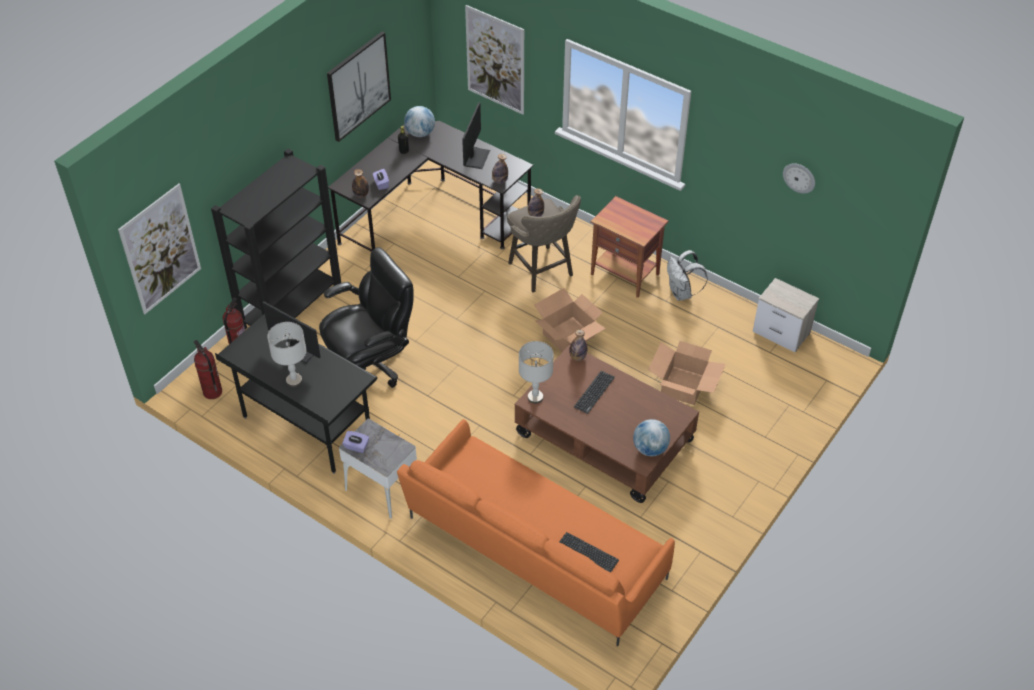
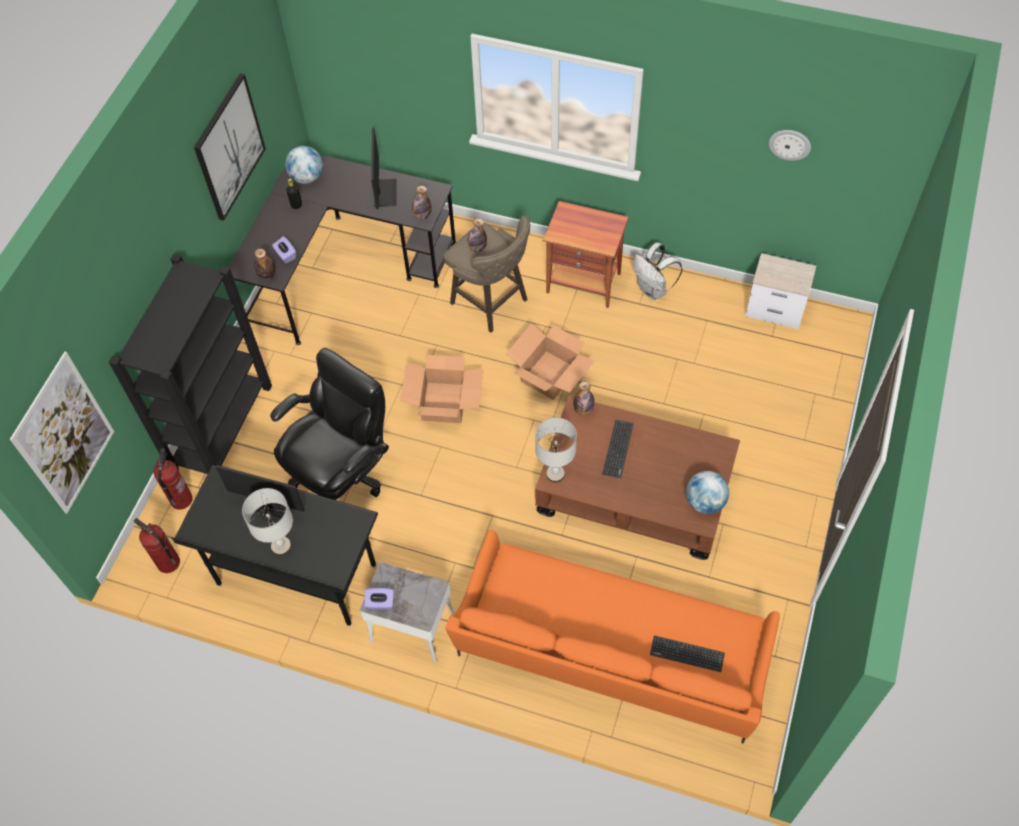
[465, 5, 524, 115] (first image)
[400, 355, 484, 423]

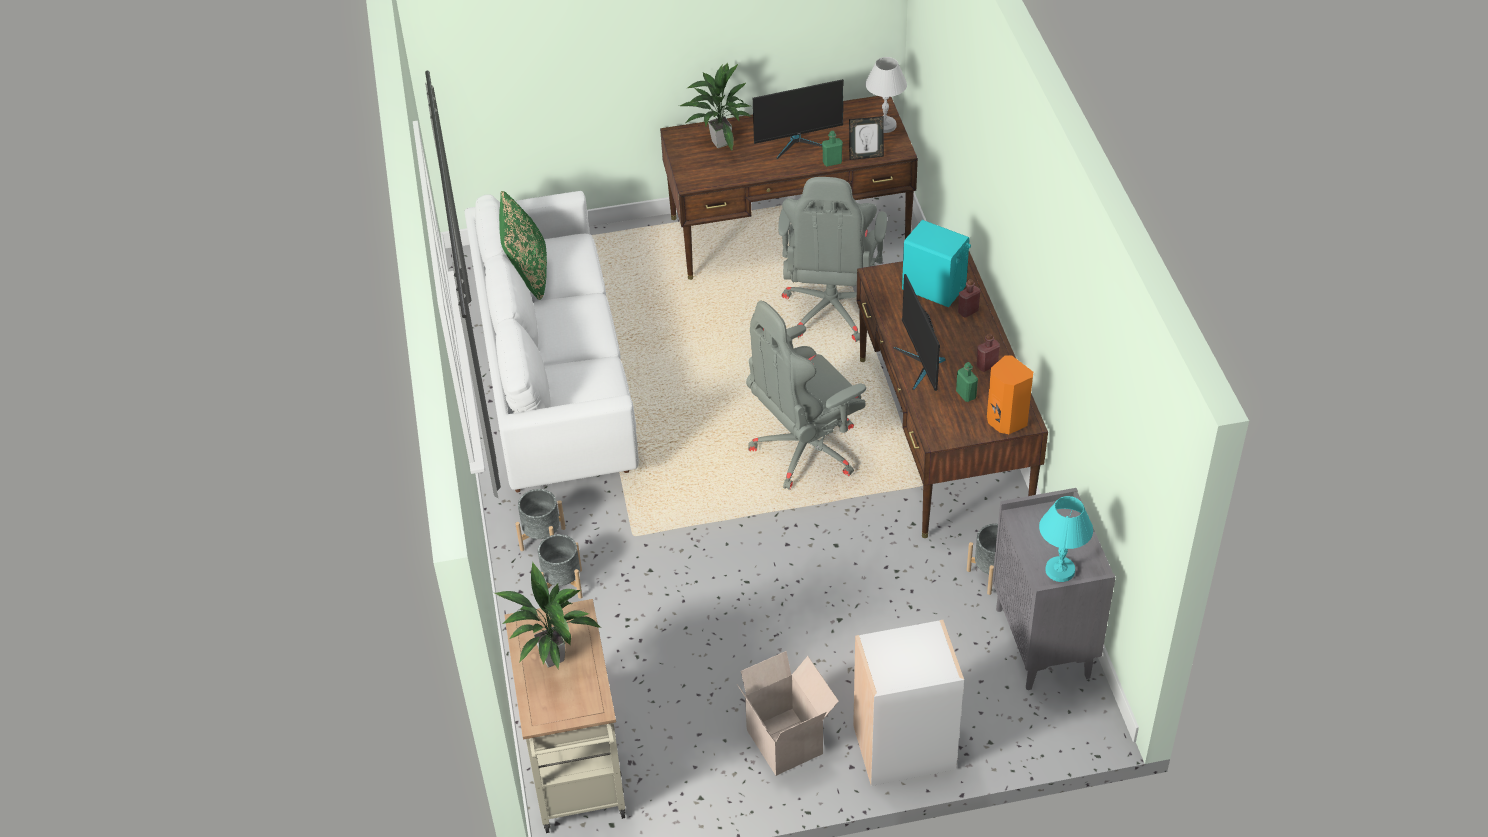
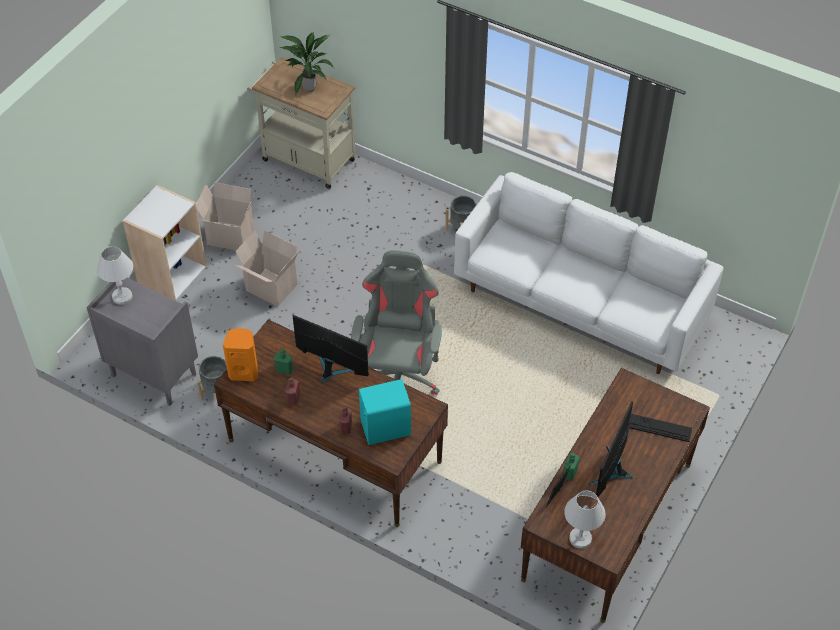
[629, 414, 692, 442]
[778, 177, 887, 342] (first image)
[499, 191, 547, 300] (first image)
[97, 246, 133, 305]
[538, 534, 582, 599] (first image)
[234, 230, 298, 307]

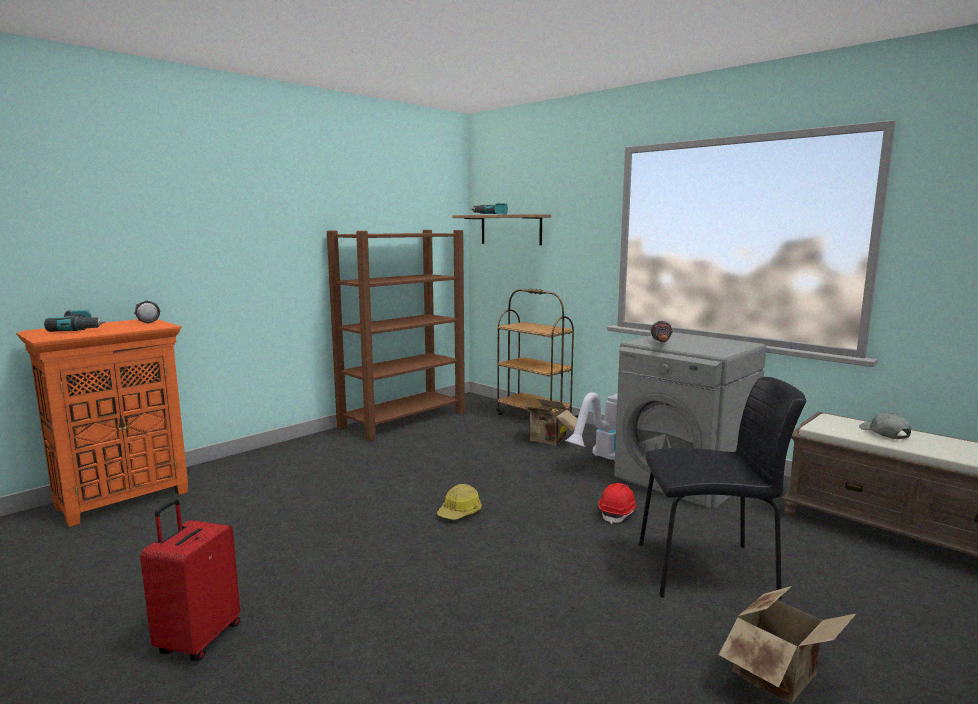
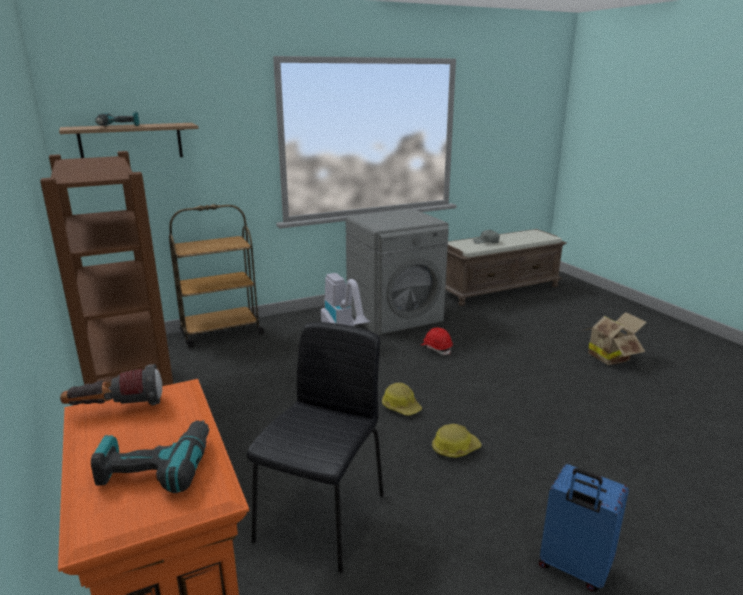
[650, 321, 673, 342] (first image)
[246, 322, 384, 573]
[518, 399, 577, 445] (first image)
[539, 464, 629, 591]
[432, 424, 482, 458]

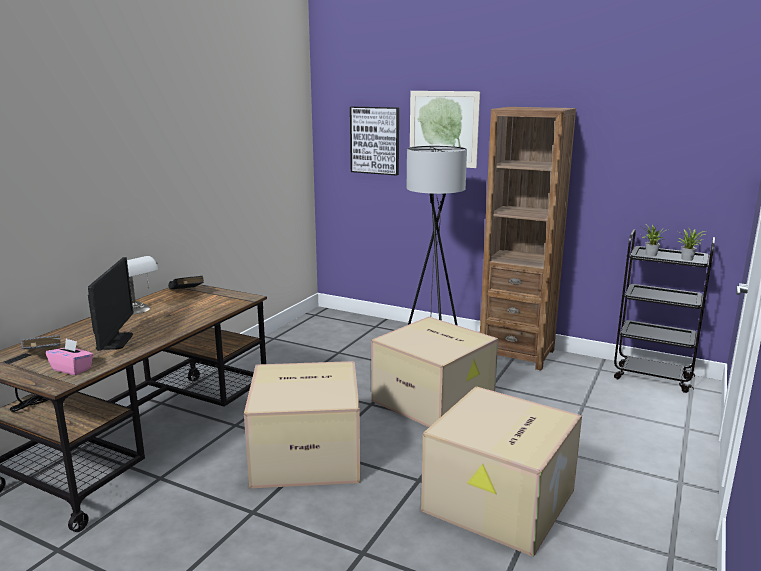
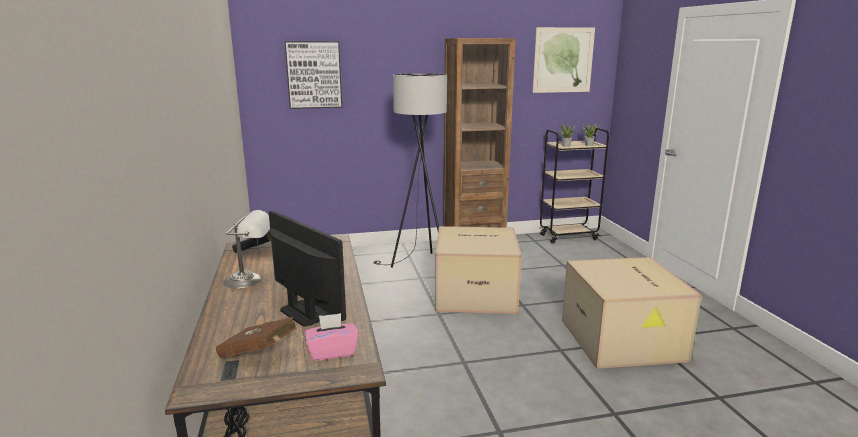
[532, 27, 595, 93]
[540, 128, 609, 244]
[216, 317, 297, 358]
[244, 361, 360, 488] (first image)

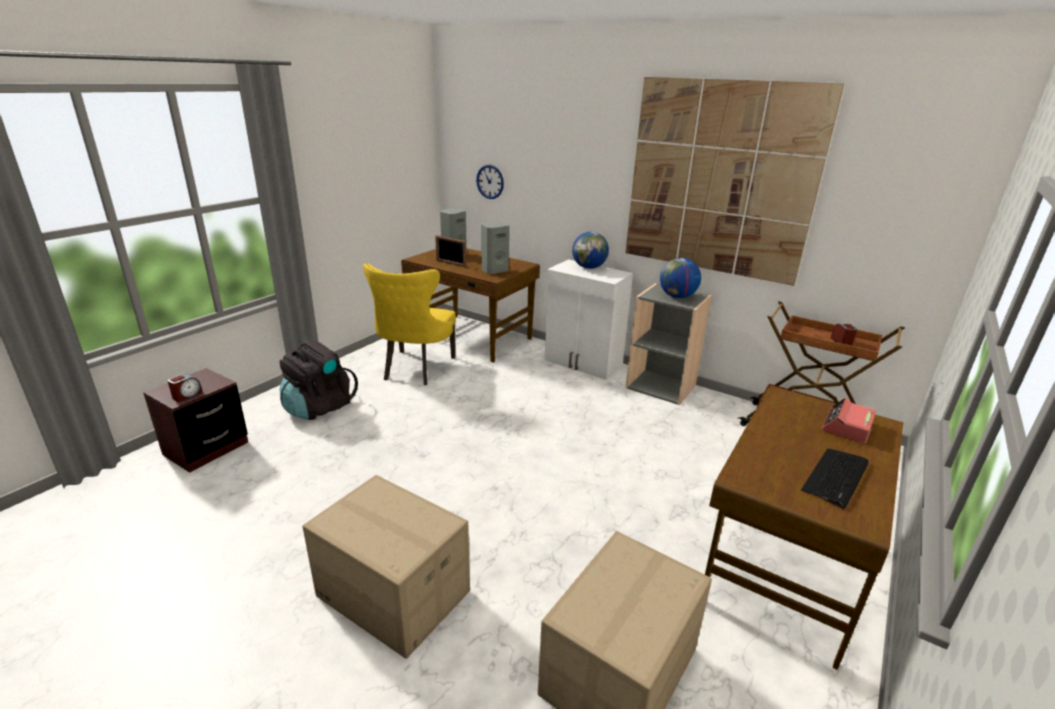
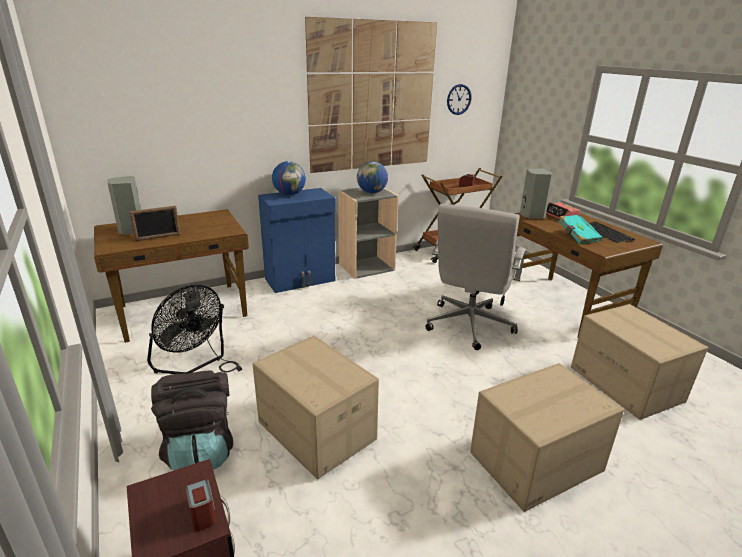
[447, 84, 471, 115]
[520, 168, 554, 219]
[258, 188, 336, 293]
[147, 285, 242, 374]
[425, 204, 526, 350]
[558, 215, 603, 244]
[252, 336, 379, 479]

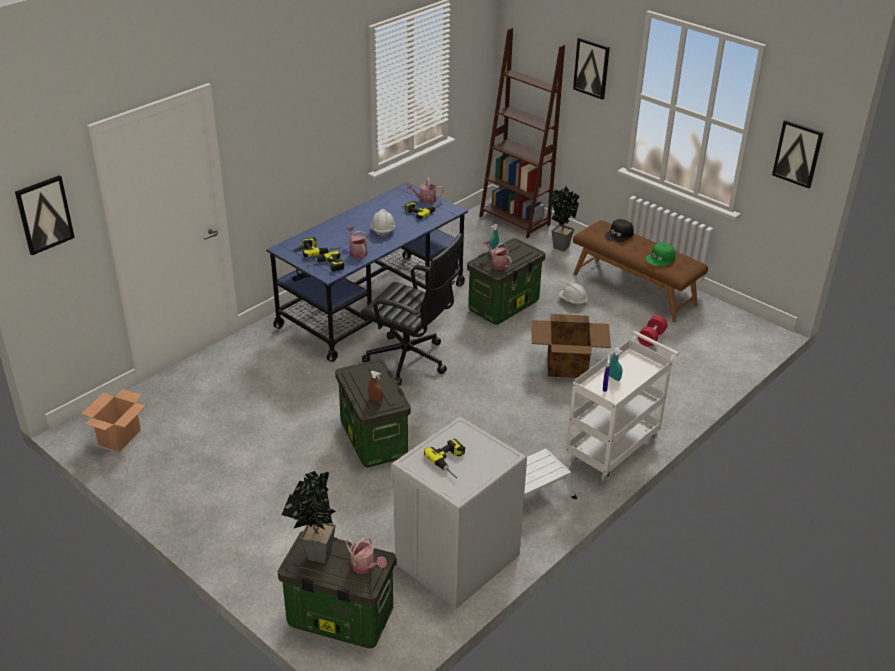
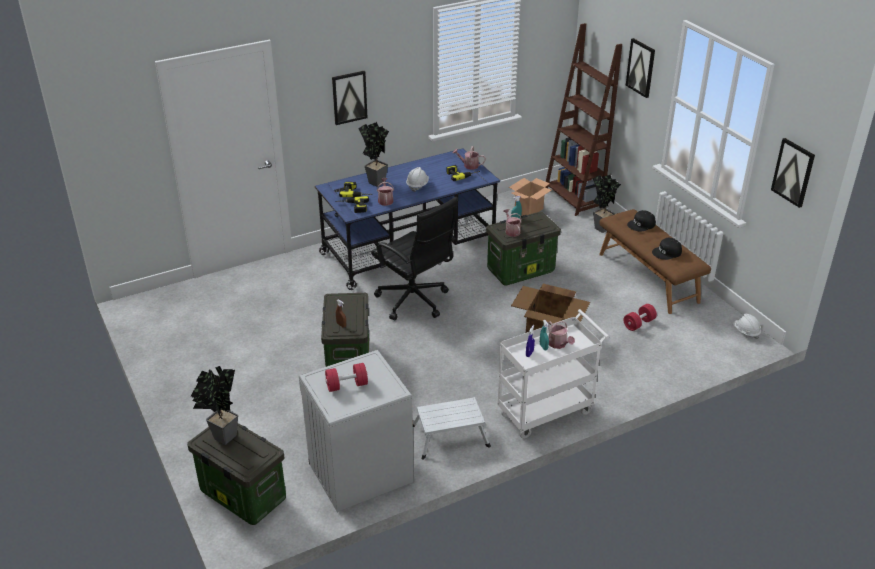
[332, 71, 367, 125]
[652, 238, 682, 260]
[733, 314, 761, 339]
[509, 178, 551, 216]
[325, 363, 368, 392]
[548, 321, 575, 349]
[358, 121, 389, 187]

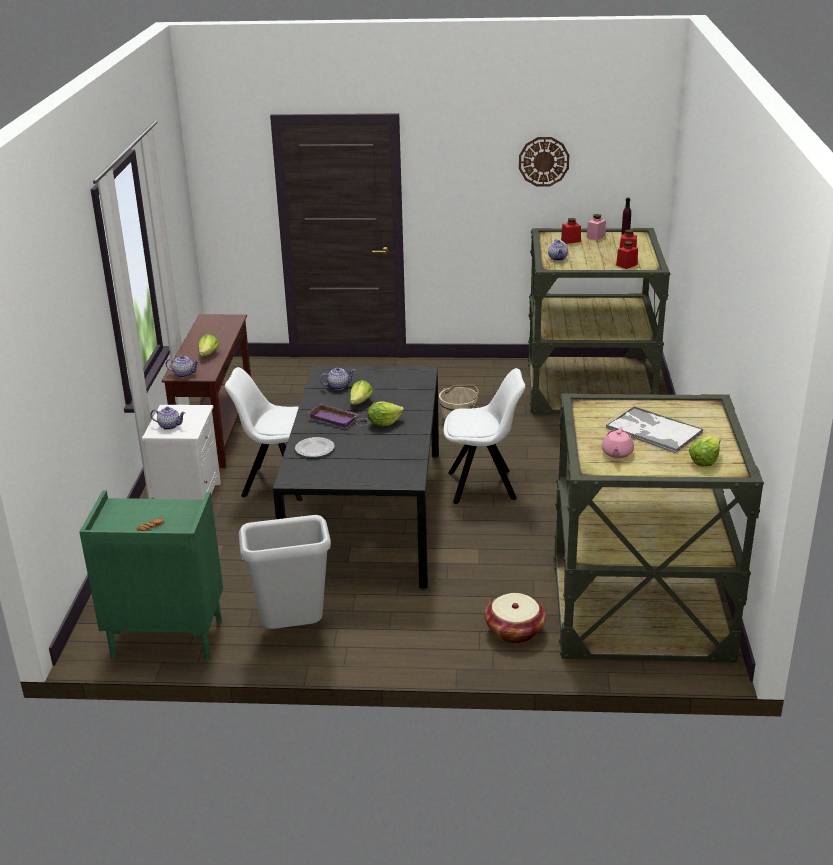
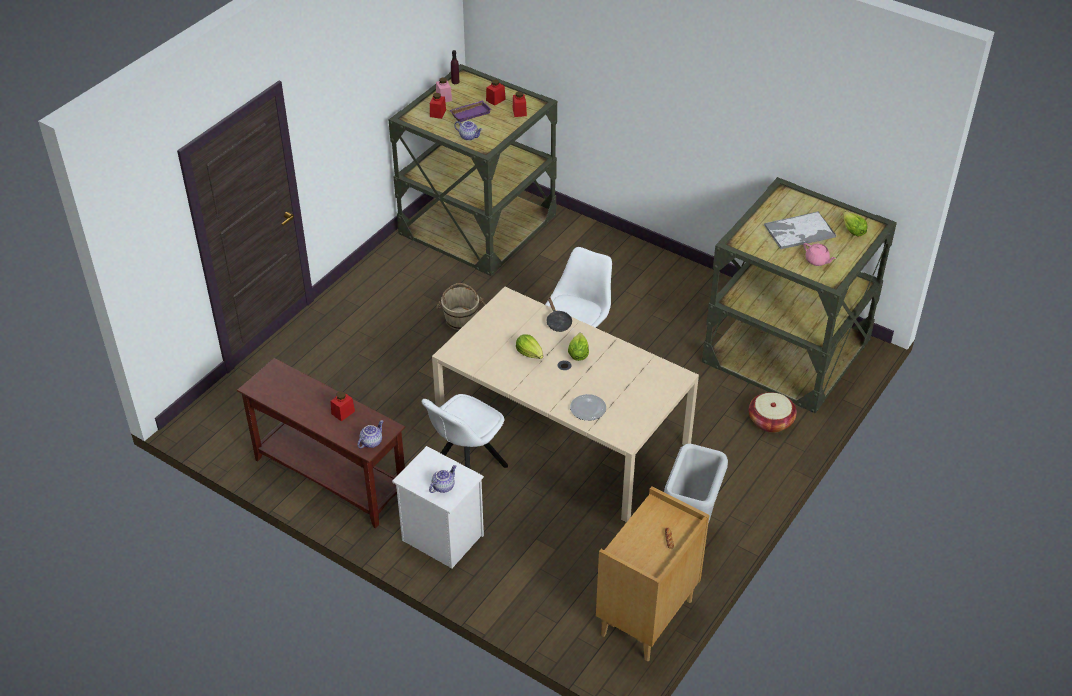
[519, 137, 569, 187] (first image)
[330, 391, 355, 421]
[432, 287, 699, 523]
[320, 367, 355, 390] (first image)
[450, 100, 492, 122]
[596, 486, 709, 661]
[547, 297, 572, 332]

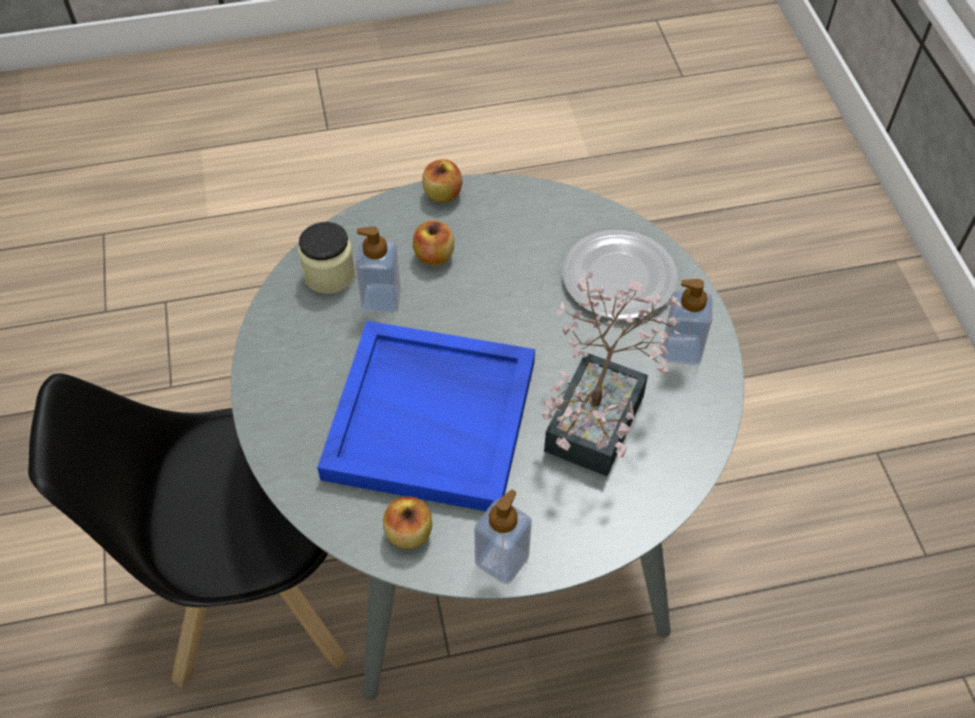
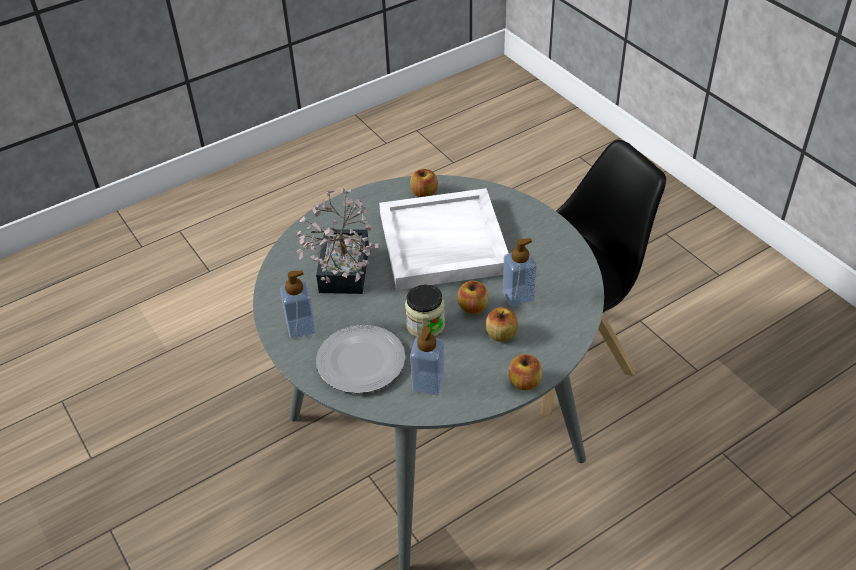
[405, 284, 445, 337]
[379, 188, 508, 290]
[410, 326, 445, 395]
[458, 281, 489, 314]

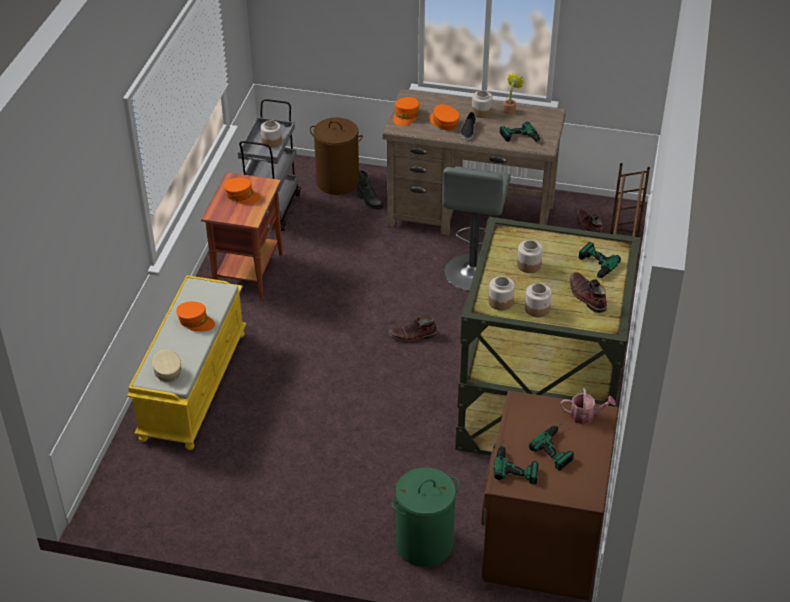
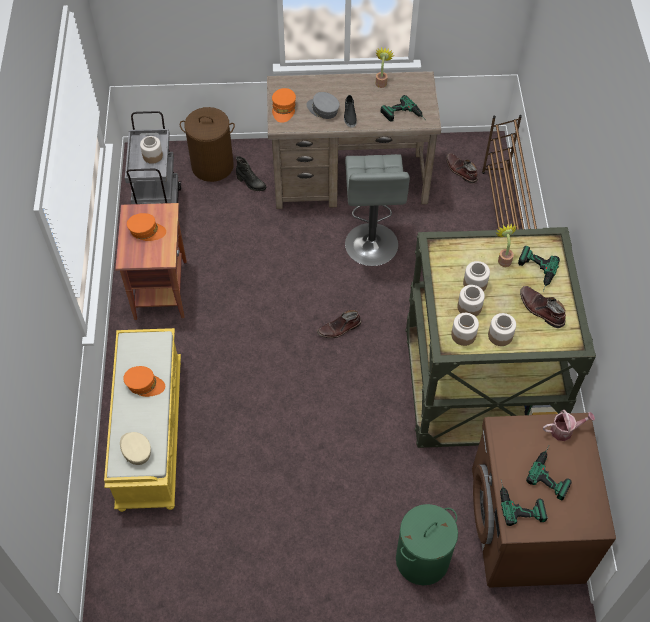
[457, 285, 485, 317]
[307, 92, 340, 119]
[495, 224, 517, 267]

